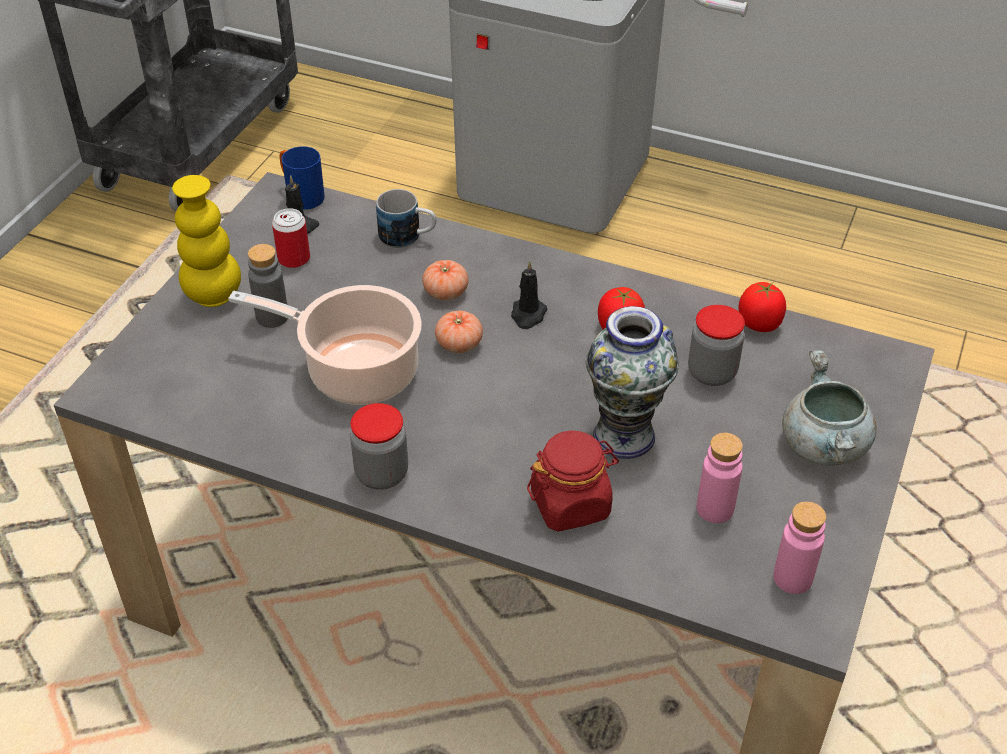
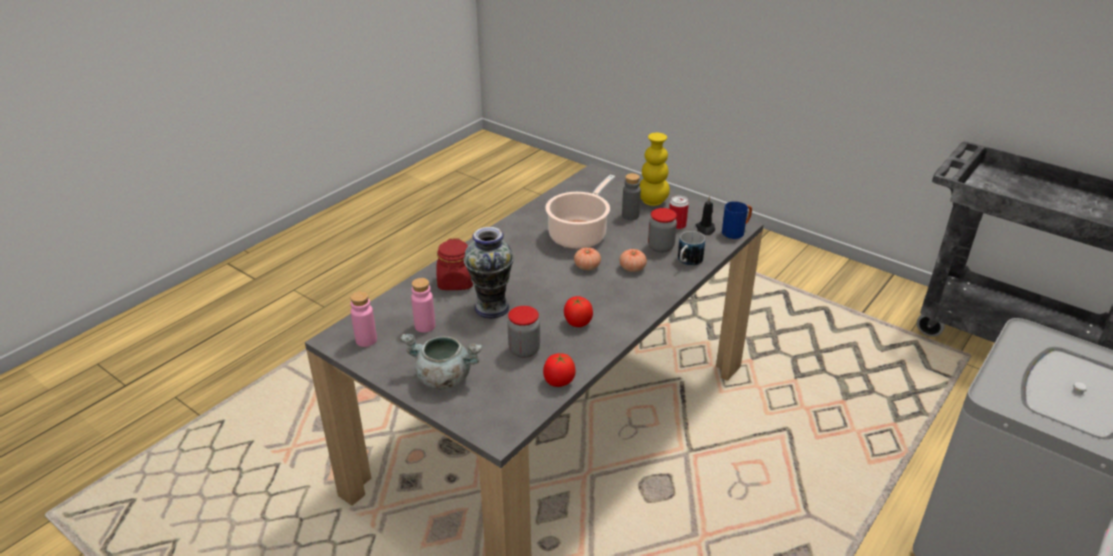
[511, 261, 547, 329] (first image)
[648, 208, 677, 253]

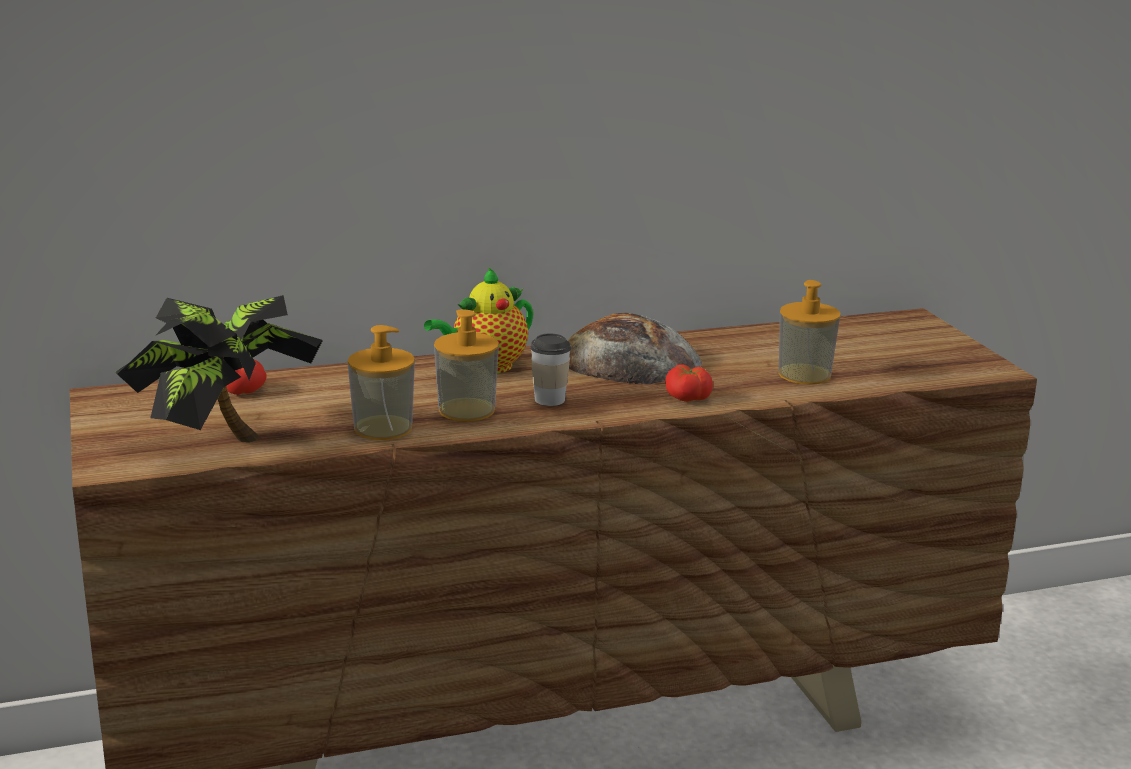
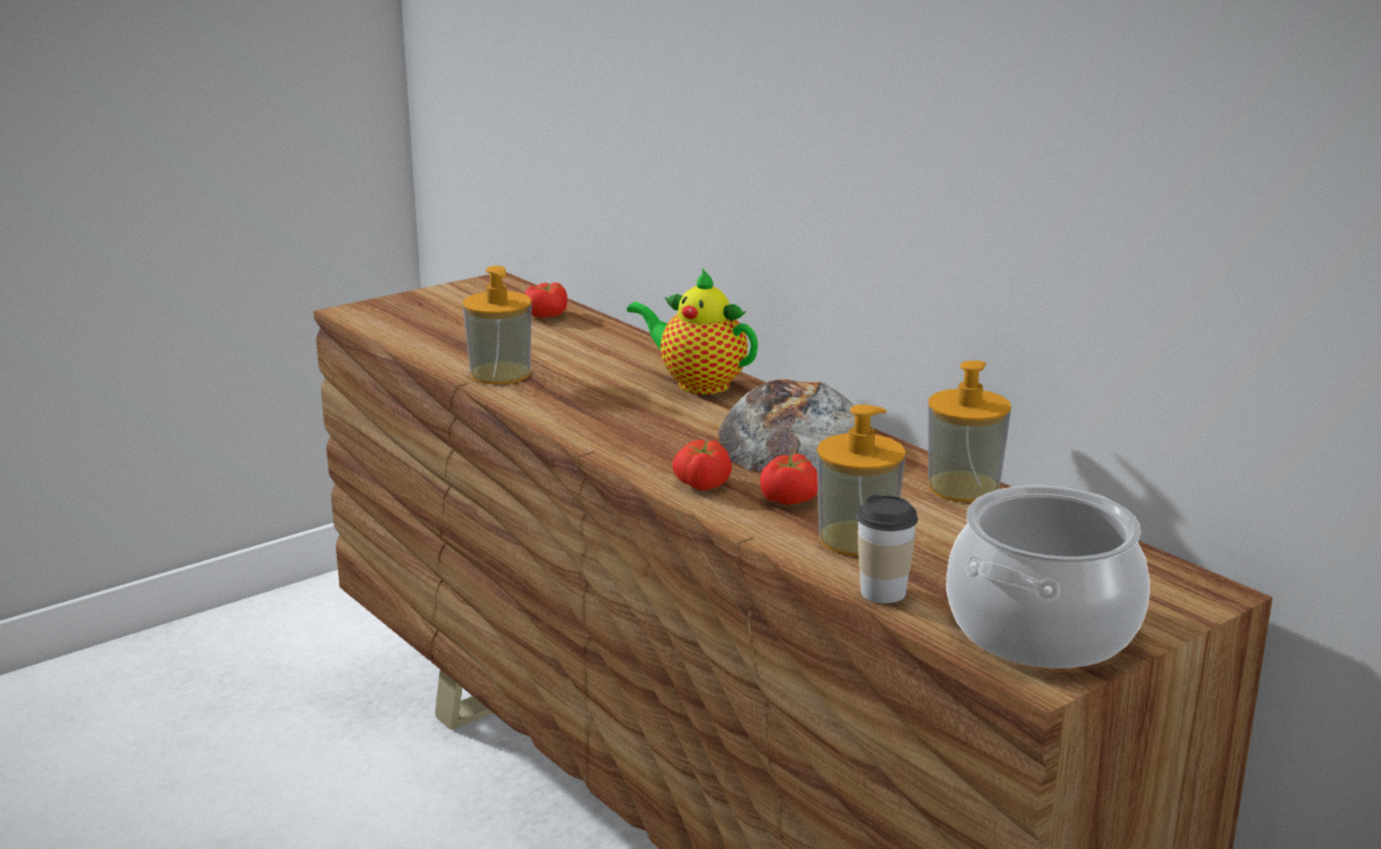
[115, 295, 323, 442] (first image)
[928, 361, 1011, 502]
[857, 495, 918, 603]
[760, 454, 818, 505]
[946, 485, 1150, 668]

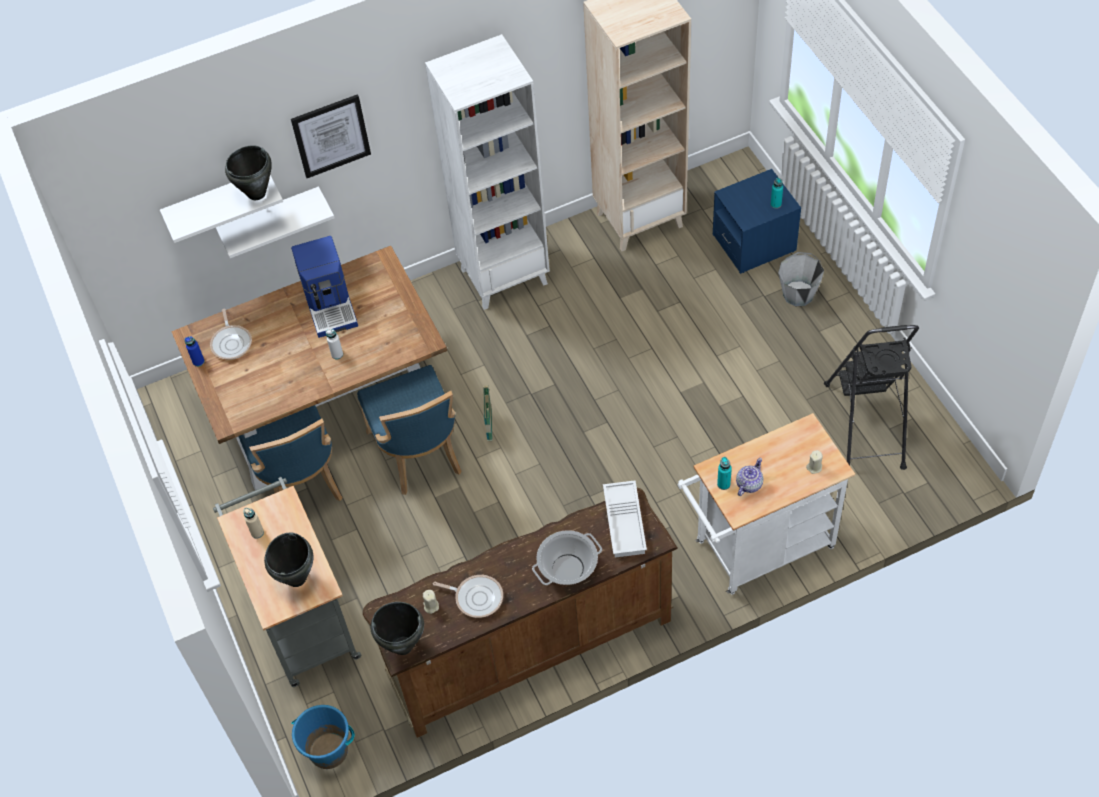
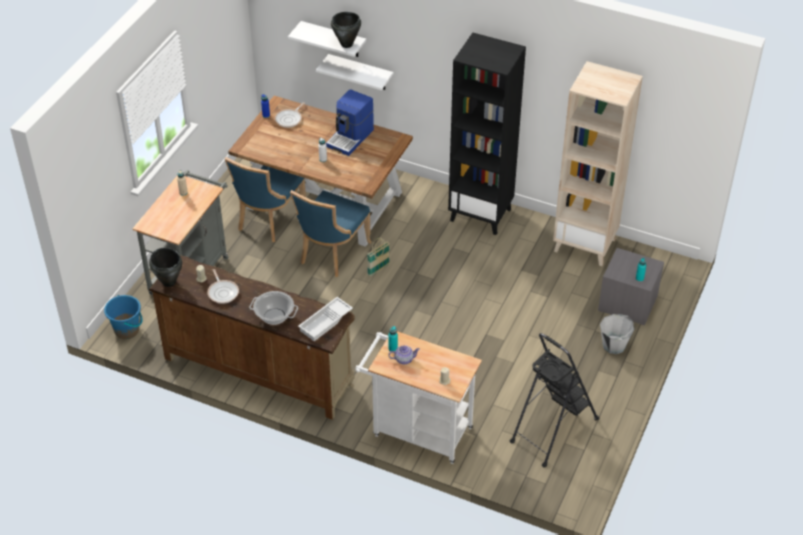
[448, 33, 526, 235]
[291, 94, 371, 178] (first image)
[598, 248, 664, 325]
[264, 532, 313, 587] (first image)

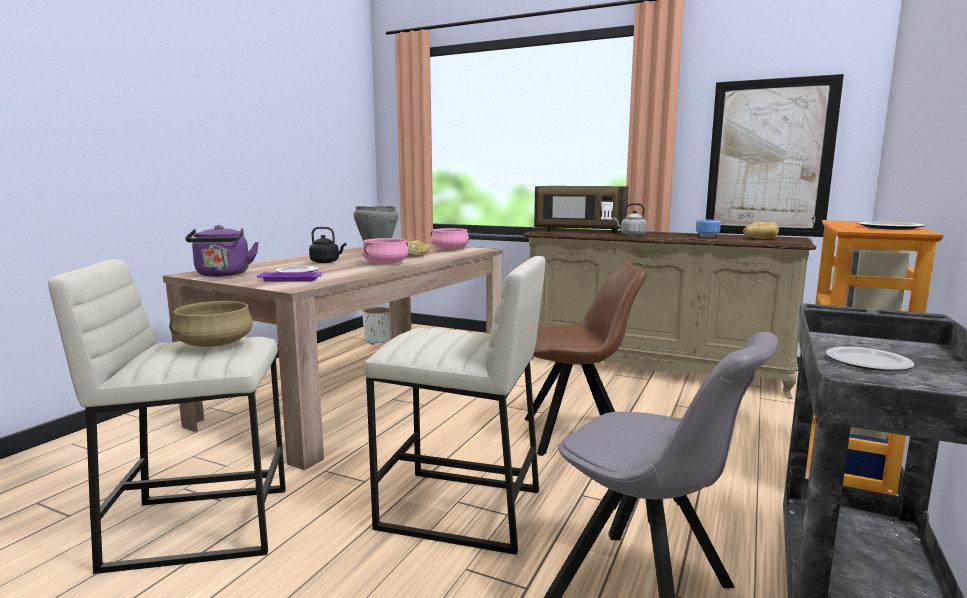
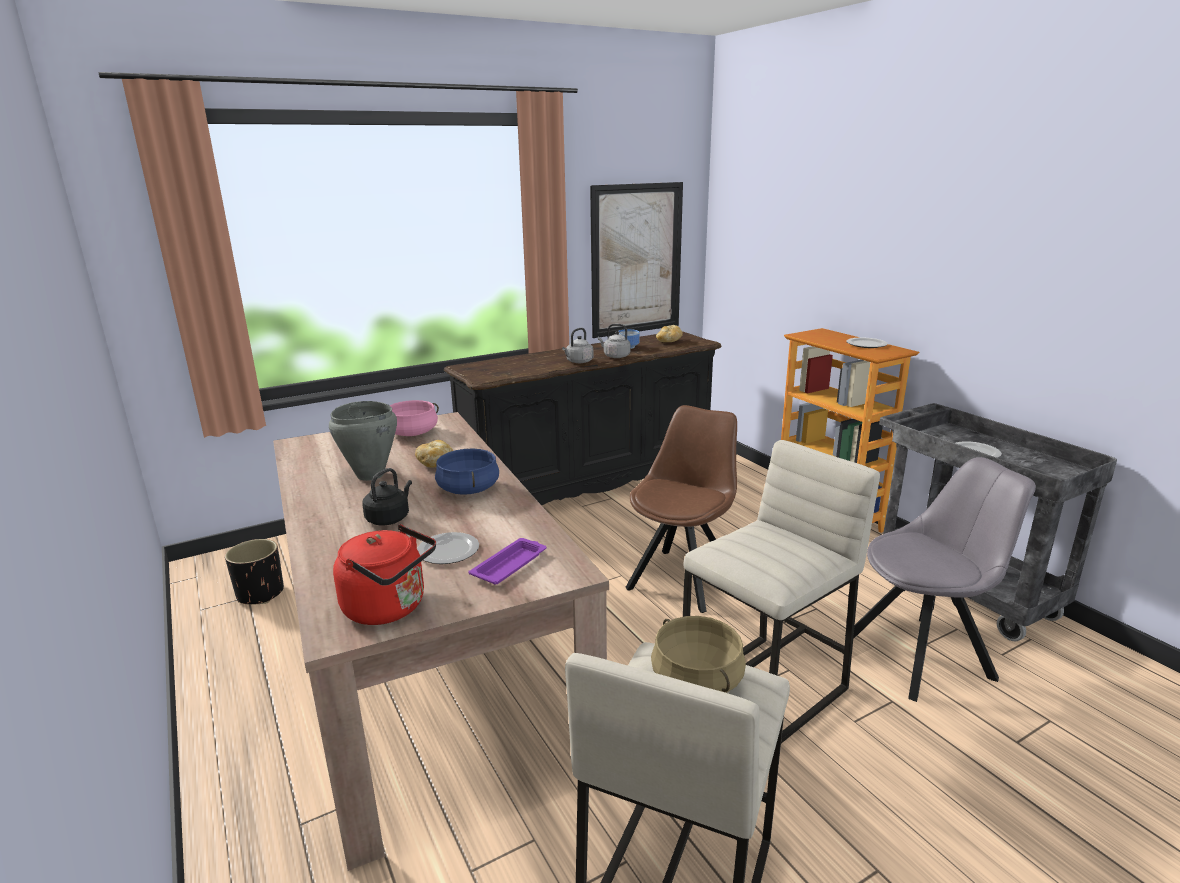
[534, 186, 629, 233] (first image)
[333, 524, 436, 625]
[444, 331, 721, 505]
[435, 448, 499, 495]
[225, 539, 284, 605]
[598, 324, 630, 358]

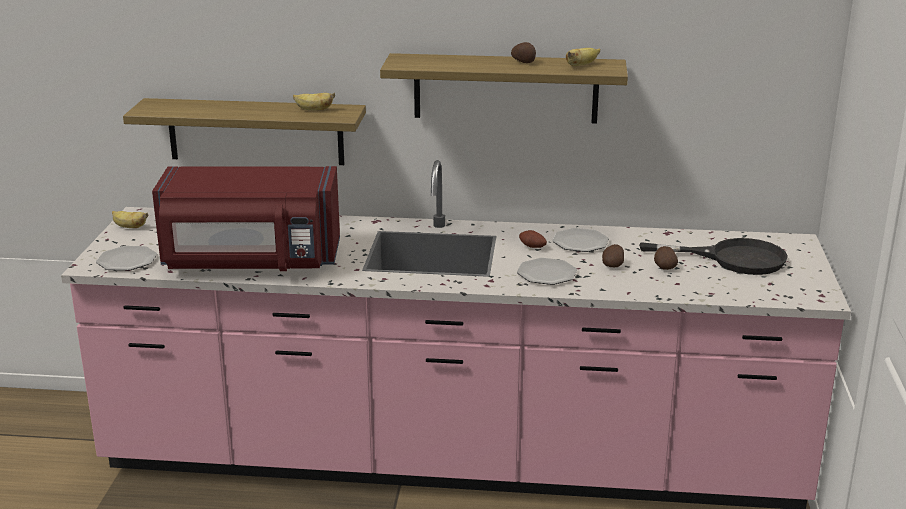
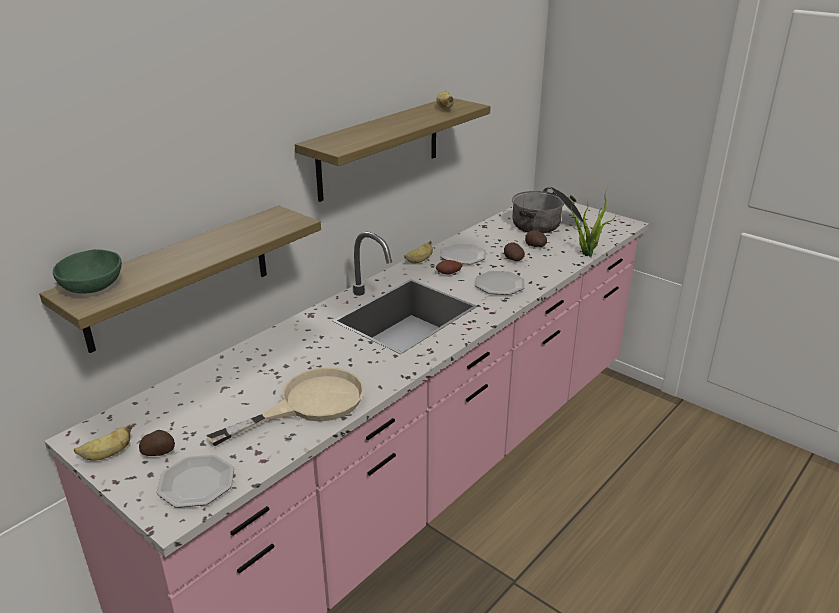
[139, 430, 175, 456]
[404, 241, 433, 263]
[206, 367, 364, 446]
[512, 186, 583, 234]
[571, 182, 615, 256]
[53, 249, 122, 293]

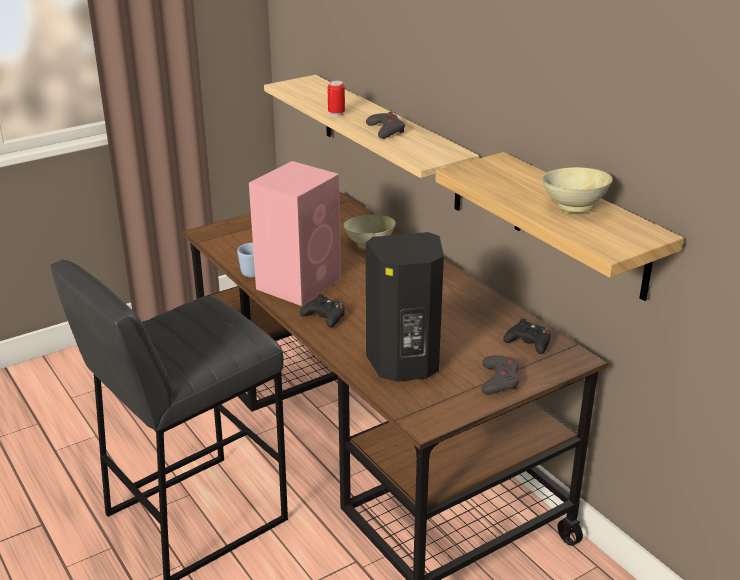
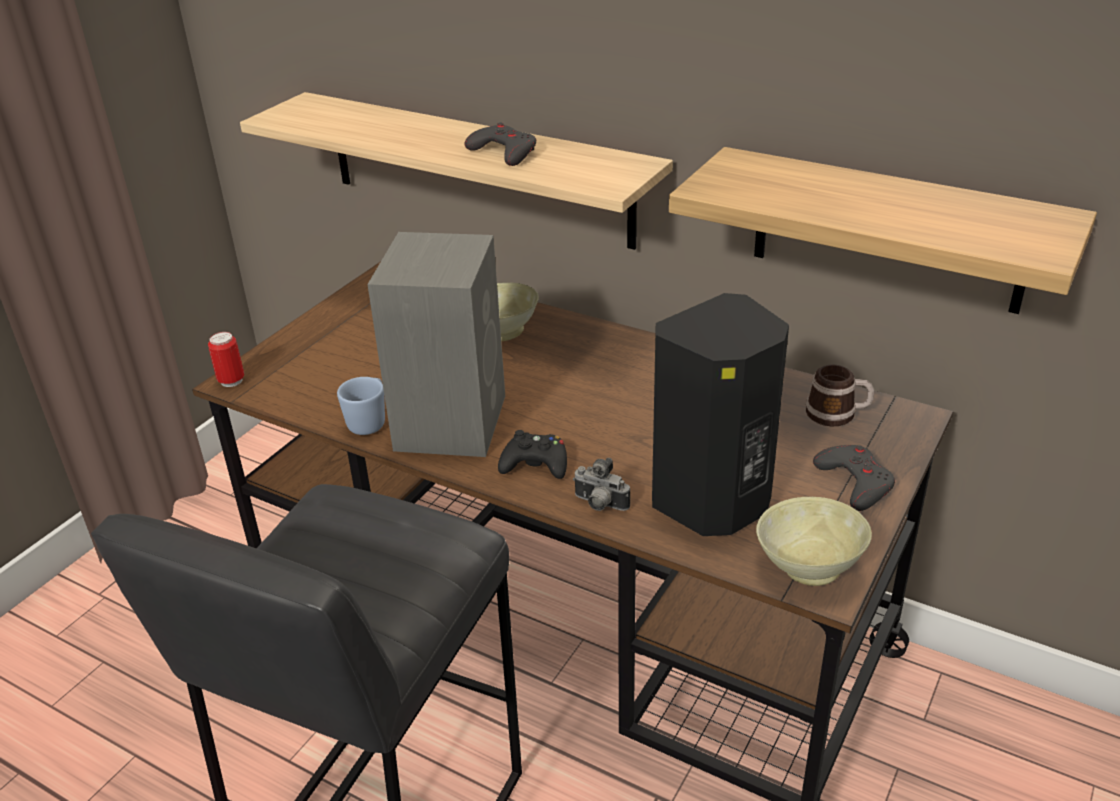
[208, 332, 244, 387]
[367, 232, 505, 457]
[756, 497, 872, 586]
[806, 365, 875, 427]
[573, 458, 630, 511]

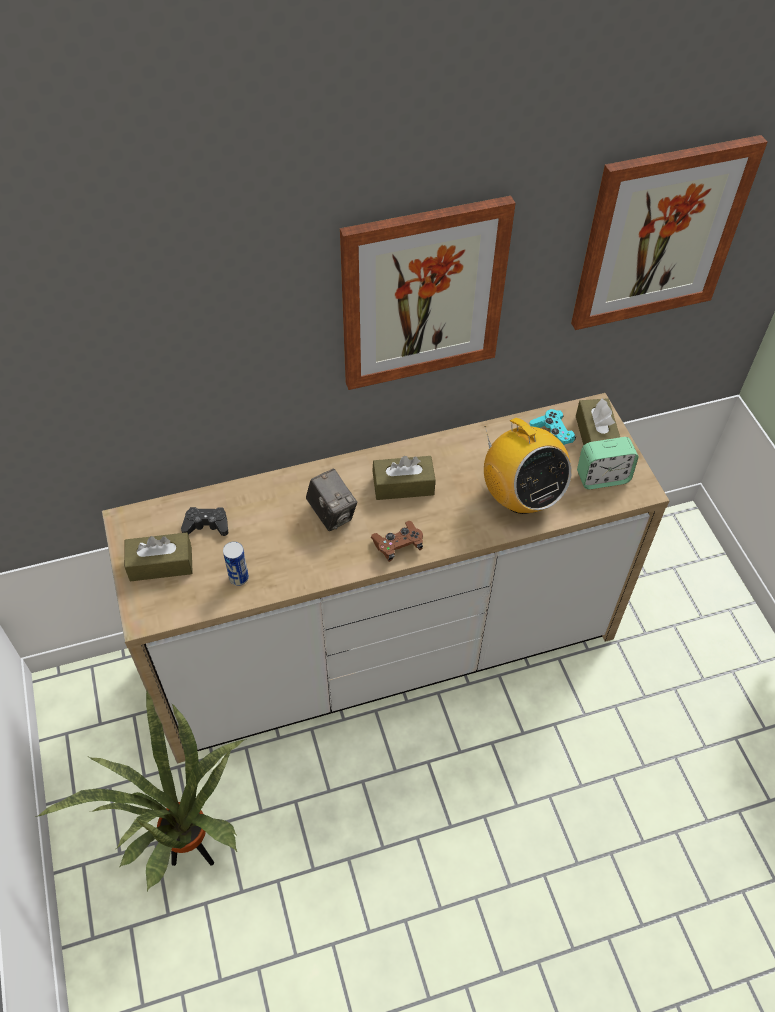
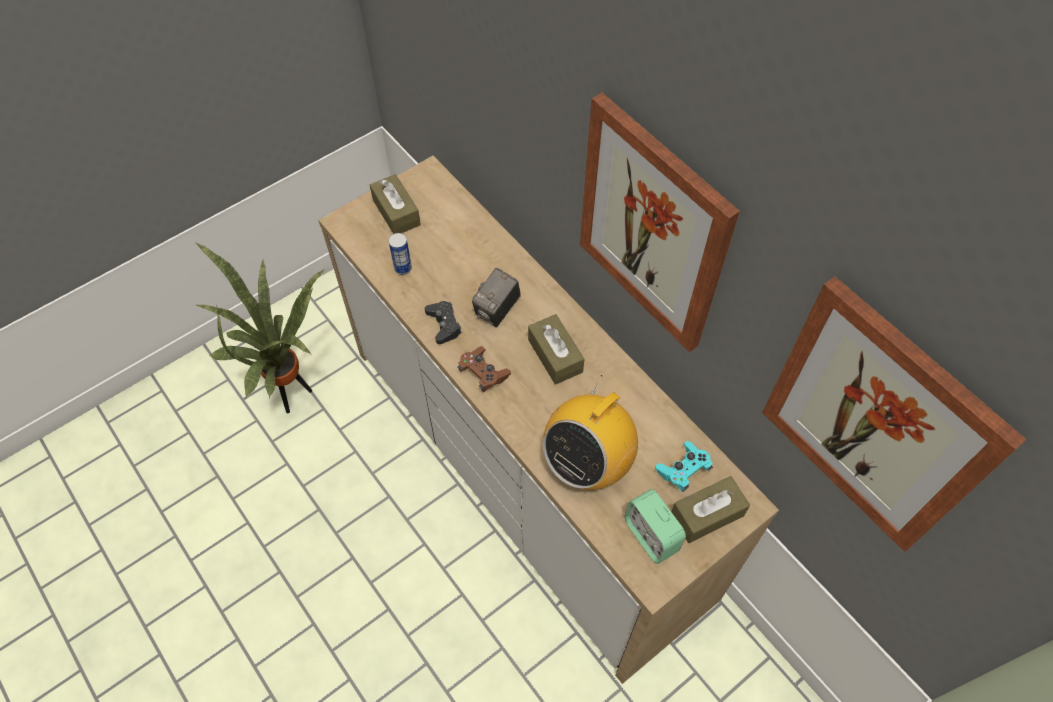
[425, 301, 462, 344]

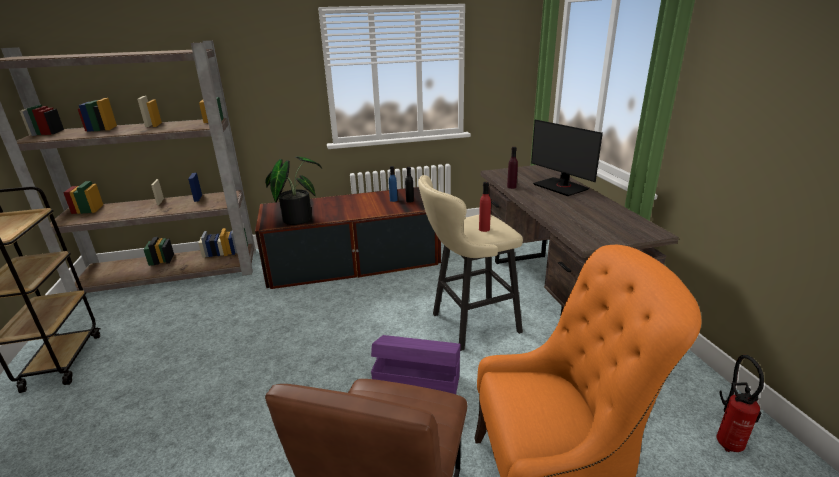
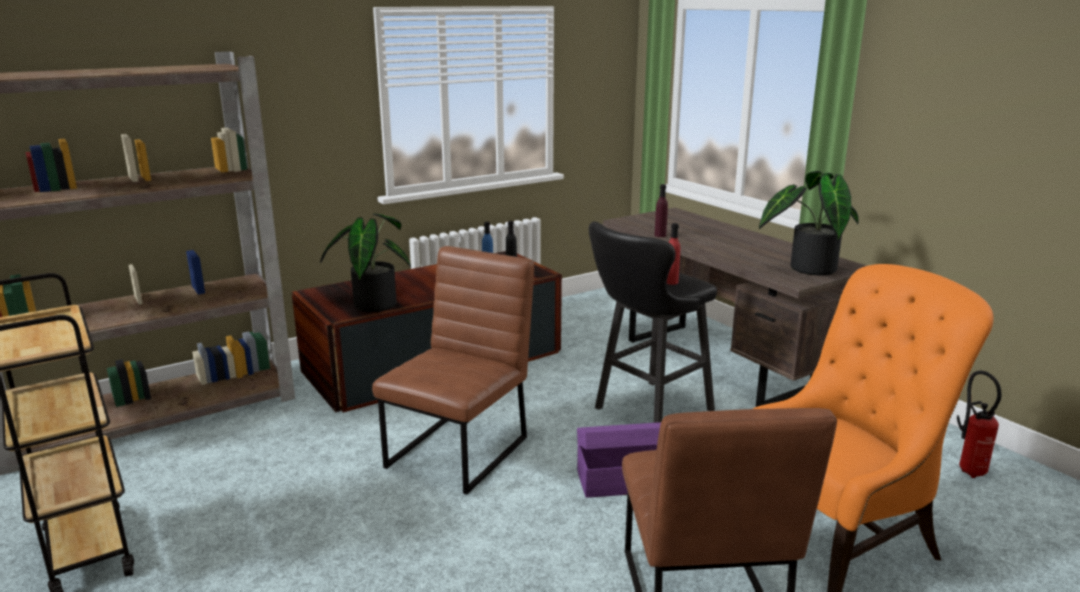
[531, 120, 603, 196] (first image)
[589, 221, 717, 423]
[759, 171, 859, 275]
[372, 246, 534, 495]

